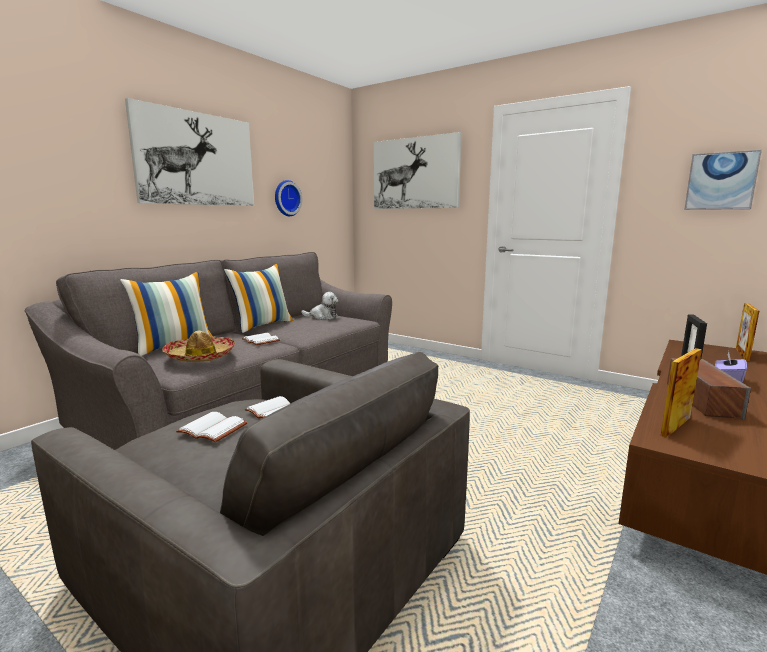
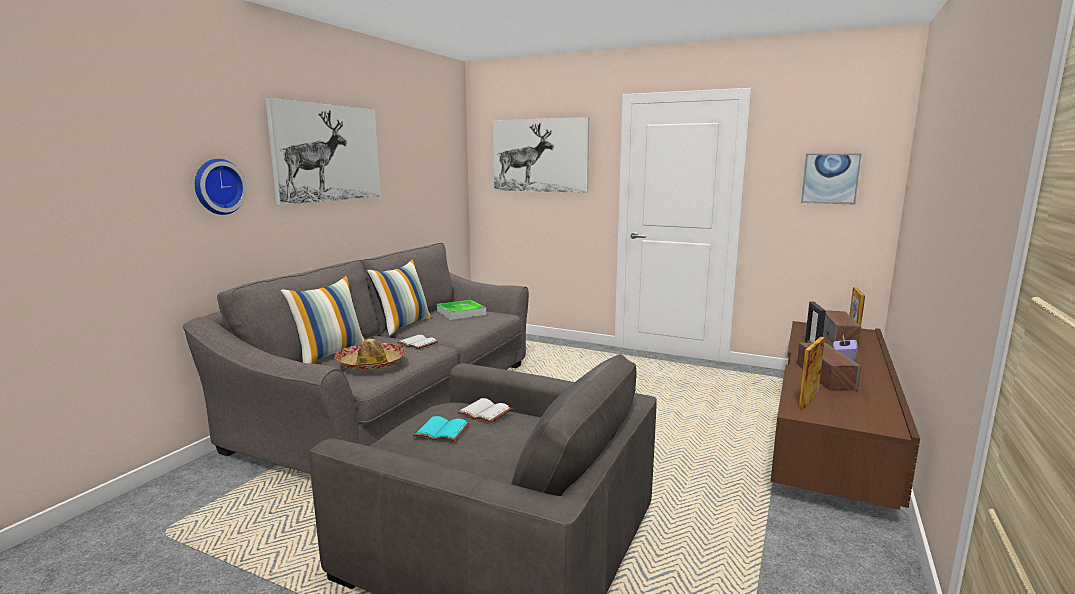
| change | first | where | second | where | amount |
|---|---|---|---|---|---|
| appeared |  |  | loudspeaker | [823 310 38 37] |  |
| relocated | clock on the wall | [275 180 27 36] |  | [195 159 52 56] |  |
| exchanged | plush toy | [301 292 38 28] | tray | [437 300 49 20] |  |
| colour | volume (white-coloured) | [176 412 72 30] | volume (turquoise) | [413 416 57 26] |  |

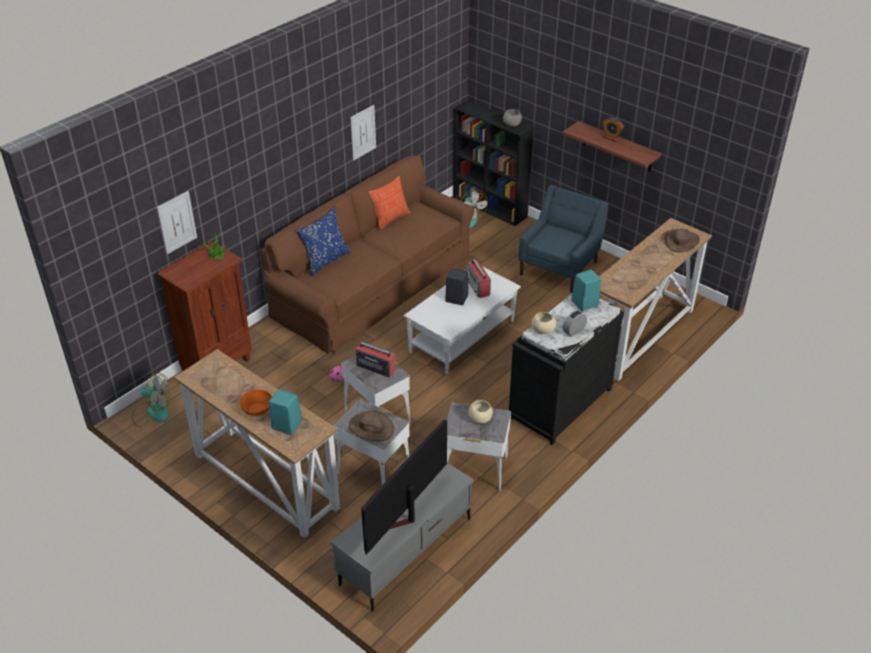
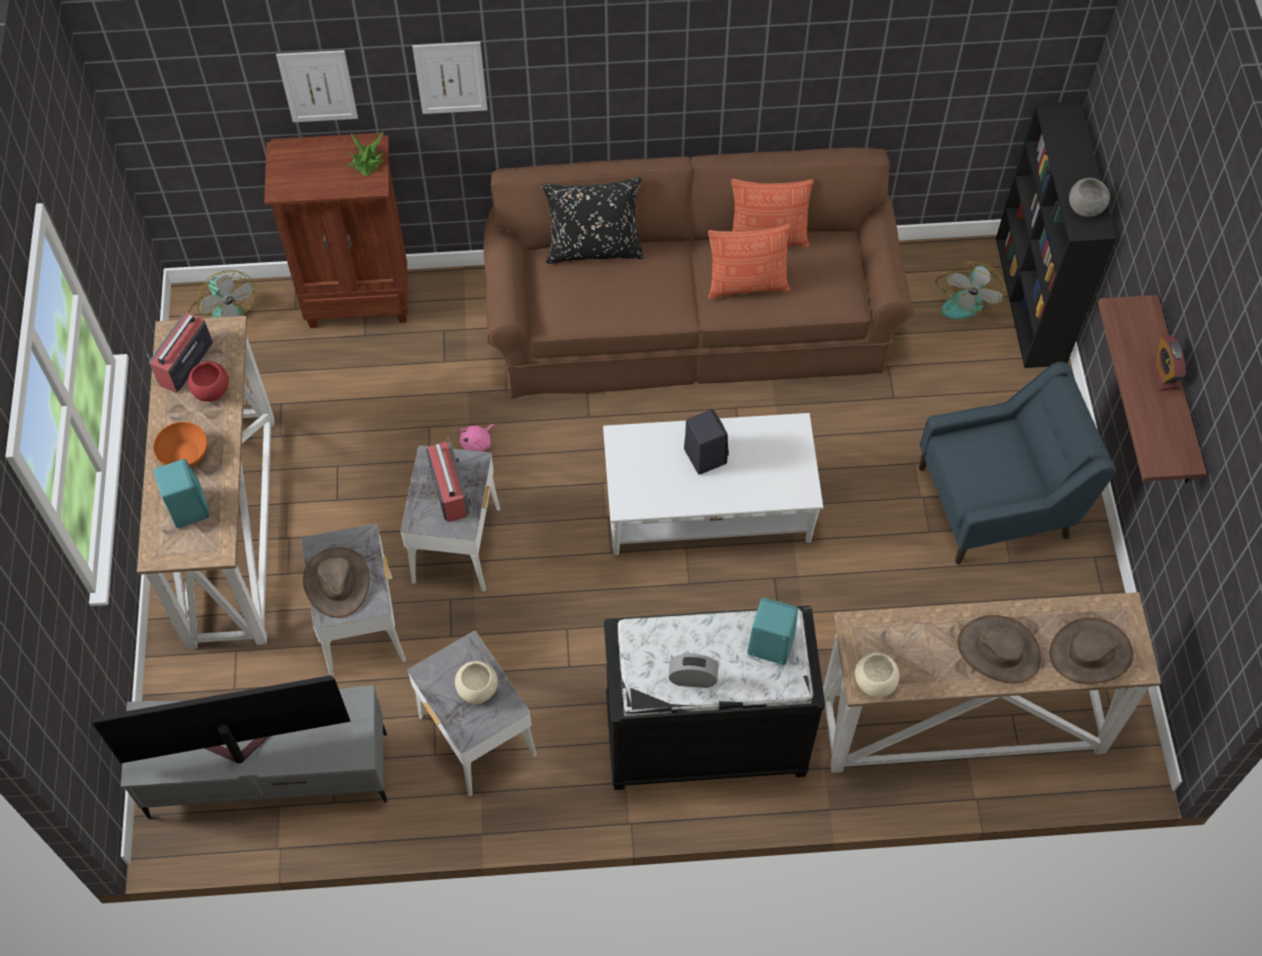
| change | first | where | second | where | amount |
|---|---|---|---|---|---|
| appeared |  |  | serving bowl (red-coloured) | [188 361 41 41] |  |
| appeared |  |  | pillow (orange) | [708 224 83 76] |  |
| appeared |  |  | clothing hat (brown-coloured) | [958 615 83 68] |  |
| relocated | wall art | [350 105 26 56] |  | [412 42 75 72] |  |
| relocated | radio set | [466 259 25 39] |  | [147 313 66 80] |  |
| relocated | serving bowl (sand-coloured) | [532 312 24 22] |  | [855 653 44 45] |  |
| colour | pillow (blue) | [296 206 54 70] | pillow (black) | [542 177 102 87] |  |

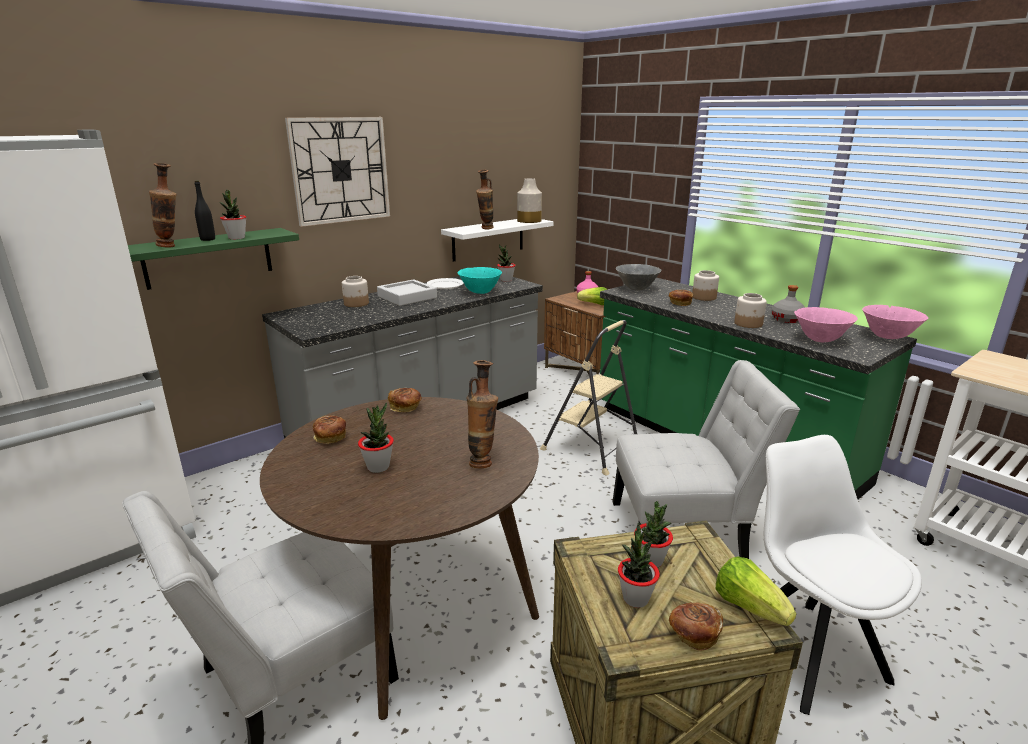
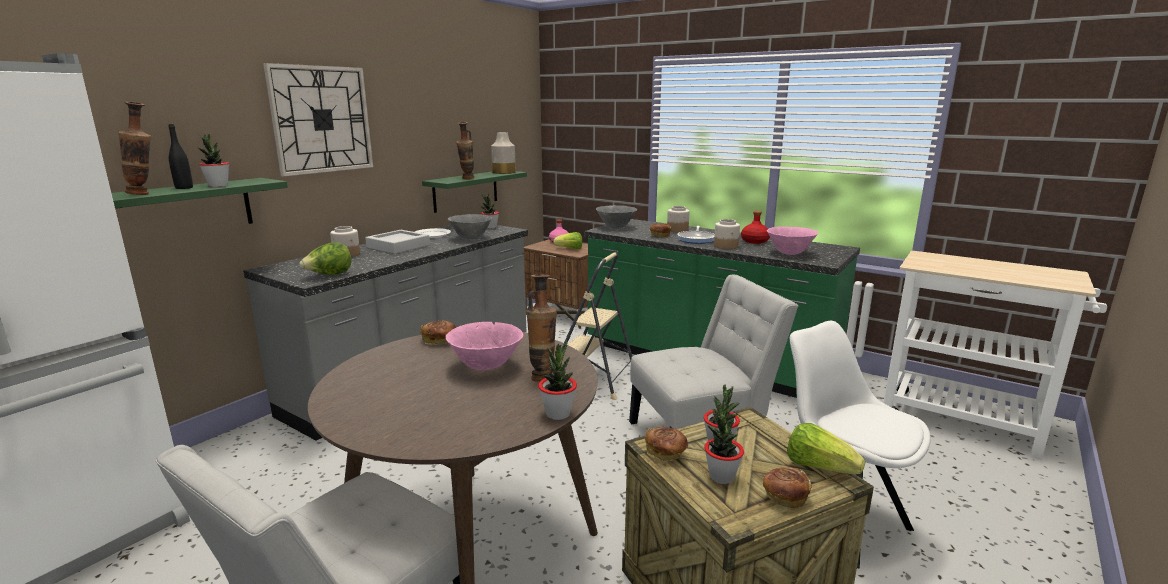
| change | first | where | second | where | amount |
|---|---|---|---|---|---|
| appeared |  |  | lettuce head | [299 242 52 33] |  |
| appeared |  |  | pan | [678 226 37 18] |  |
| relocated | bakery bread | [313 415 33 29] |  | [645 427 43 34] |  |
| relocated | plant in a pot | [358 403 36 70] |  | [538 340 39 80] |  |
| relocated | serving bowl (pinkish) | [862 305 66 34] |  | [445 322 78 48] |  |
| colour | wall shelf (white-coloured) | [441 219 113 42] | wall shelf (greenish) | [422 171 105 42] |  |
| colour | serving bowl (turquoise) | [458 267 44 27] | serving bowl (greyish) | [448 214 44 25] |  |
| colour | drink bottle (greyish) | [771 285 35 38] | drink bottle (red-coloured) | [741 211 29 33] |  |

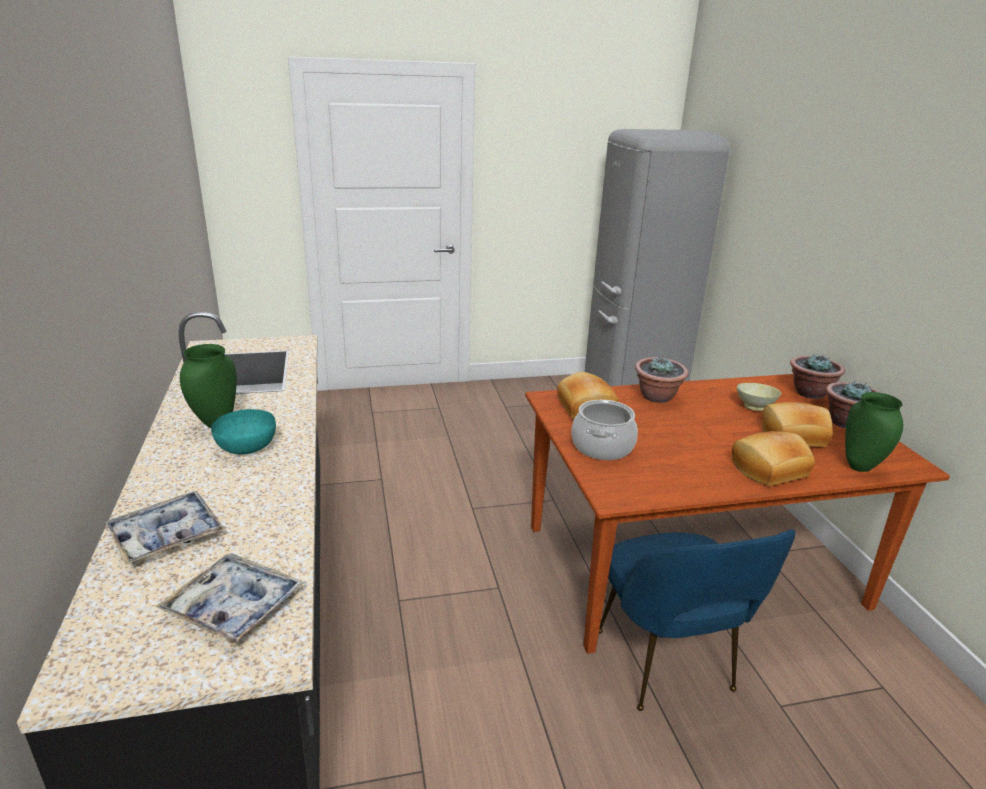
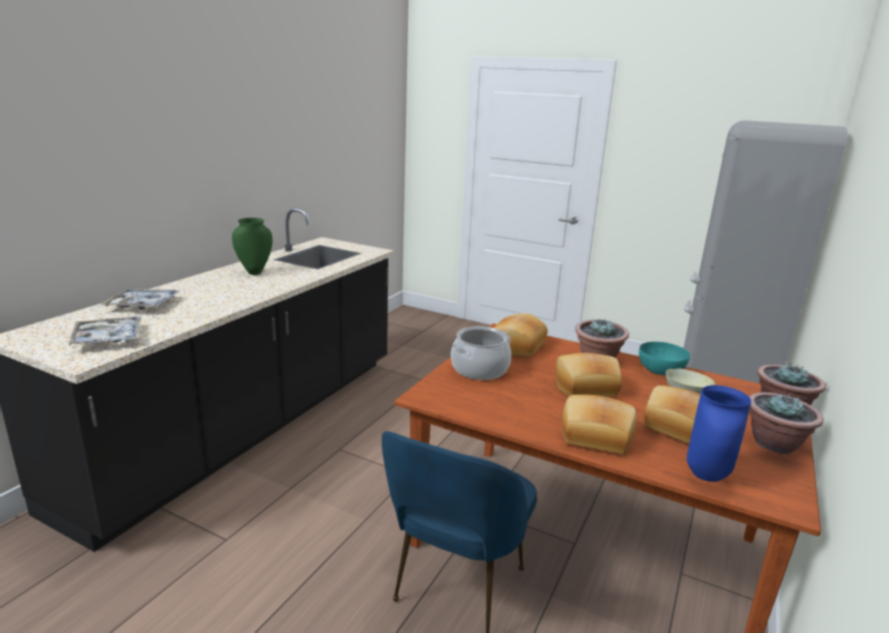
| change | first | where | second | where | amount |
|---|---|---|---|---|---|
| appeared |  |  | bakery bread | [556 352 66 45] |  |
| relocated | serving bowl (turquoise) | [211 409 65 46] |  | [639 342 51 33] |  |
| colour | flower vase (greenish) | [845 392 58 80] | flower vase (blue) | [687 385 64 97] |  |

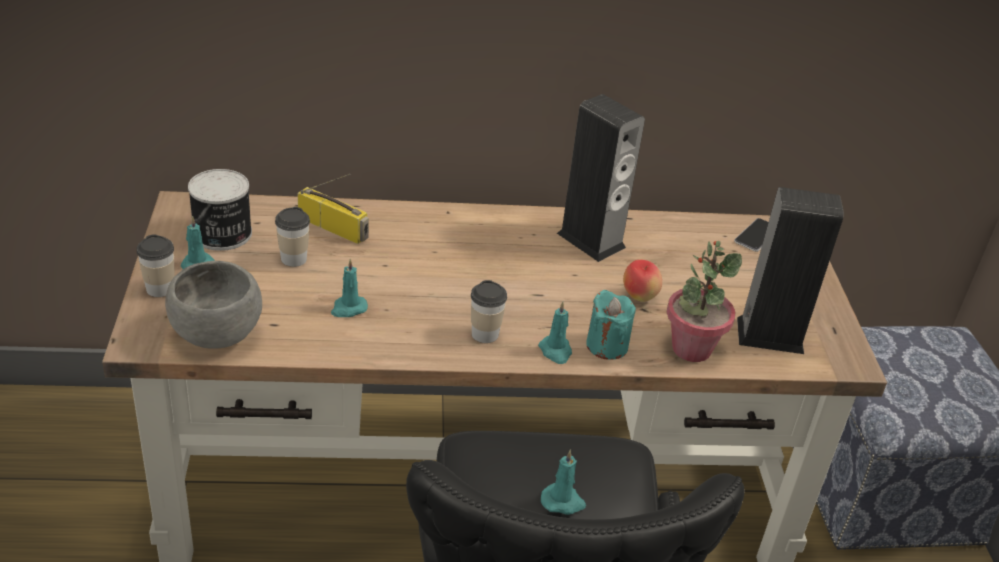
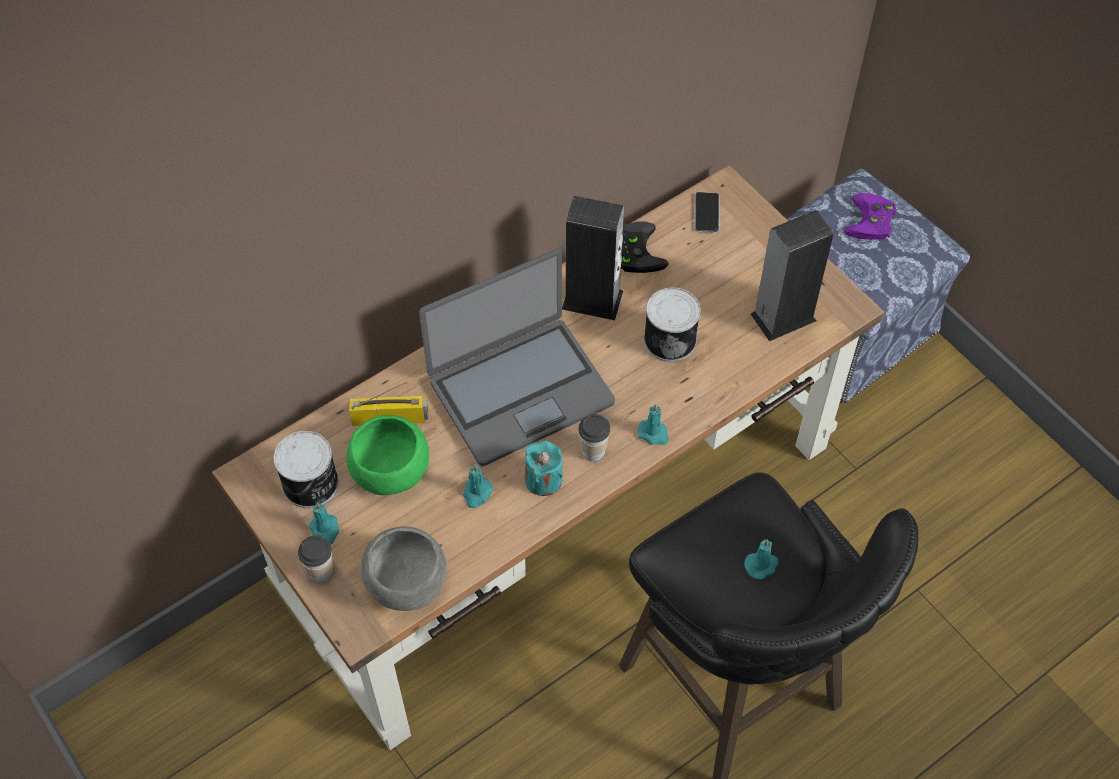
| change | first | where | second | where | amount |
|---|---|---|---|---|---|
| missing | plant in a pot | [667 241 75 121] |  |  |  |
| appeared |  |  | laptop | [419 249 196 217] |  |
| appeared |  |  | game controller (black) | [621 221 48 52] |  |
| appeared |  |  | game controller (purplish) | [844 193 52 47] |  |
| relocated | candle (turquoise) | [586 290 50 70] |  | [525 441 38 55] |  |
| exchanged | drinking cup | [275 207 35 60] | serving bowl (greenish) | [346 415 83 80] |  |
| exchanged | apple | [623 259 39 43] | can | [644 287 57 75] |  |

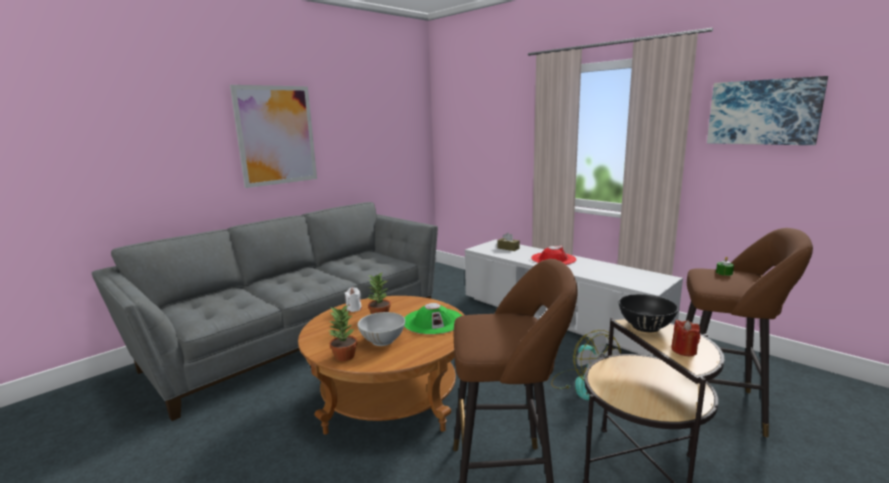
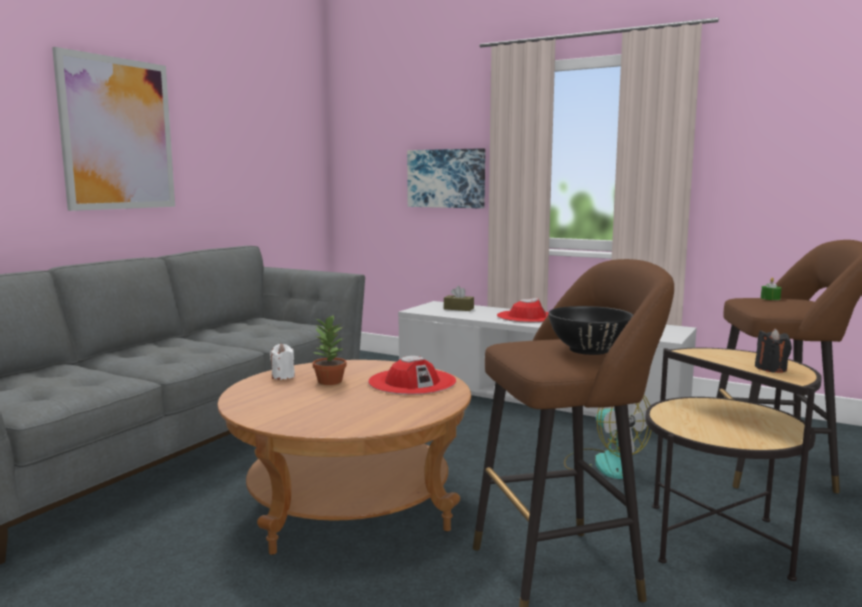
| change | first | where | second | where | amount |
|---|---|---|---|---|---|
| missing | plant in a pot | [330 305 27 56] |  |  |  |
| missing | serving bowl (white-coloured) | [357 312 48 34] |  |  |  |
| relocated | serving bowl (black) | [619 294 59 38] |  | [548 306 85 49] |  |
| relocated | wall art | [707 76 121 69] |  | [407 148 78 60] |  |
| colour | clothing hat (greenish) | [404 303 58 32] | clothing hat (red-coloured) | [368 356 88 39] |  |
| colour | candle (red-coloured) | [672 320 28 36] | candle (black) | [755 329 37 44] |  |

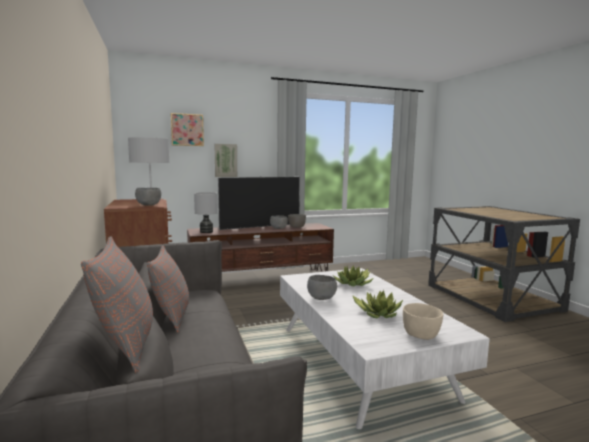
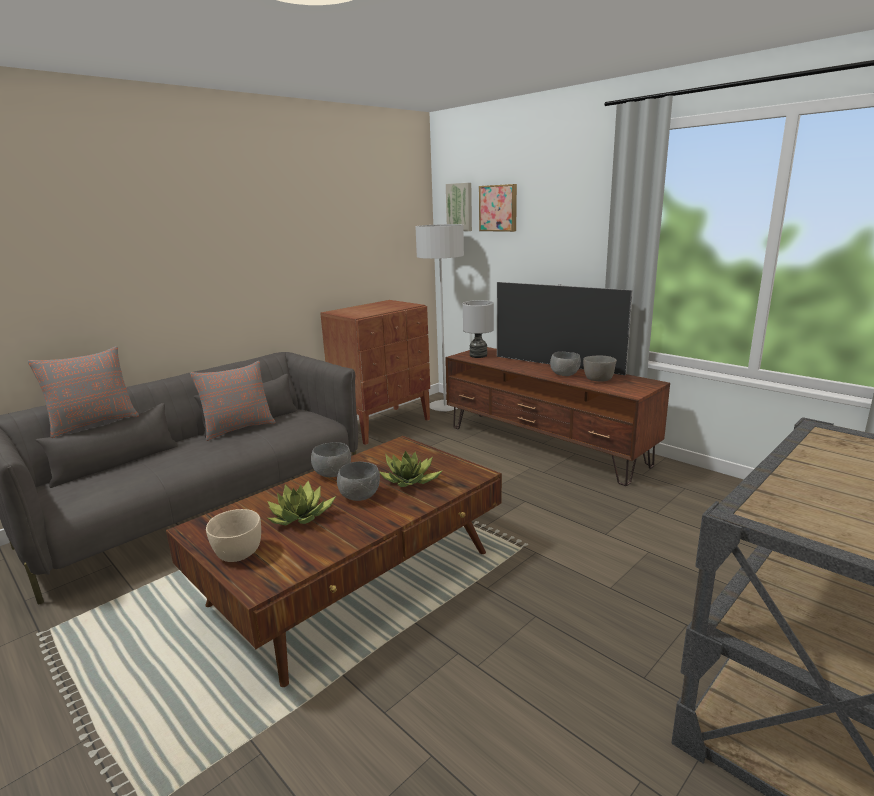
| change | first | where | second | where | amount |
|---|---|---|---|---|---|
| relocated | serving bowl (greyish) | [135 188 26 18] |  | [337 462 43 39] |  |
| relocated | wall art | [214 144 23 33] |  | [446 183 26 48] |  |
| colour | lounge table (white-coloured) | [280 268 210 161] | lounge table (brown-coloured) | [166 436 336 251] |  |

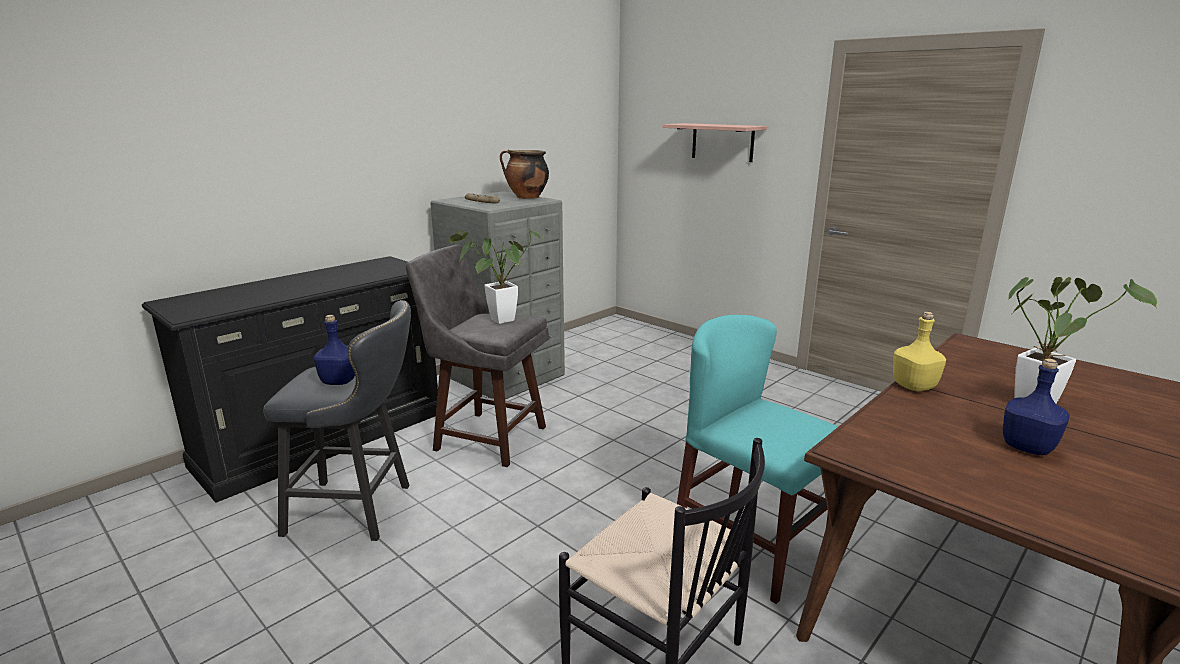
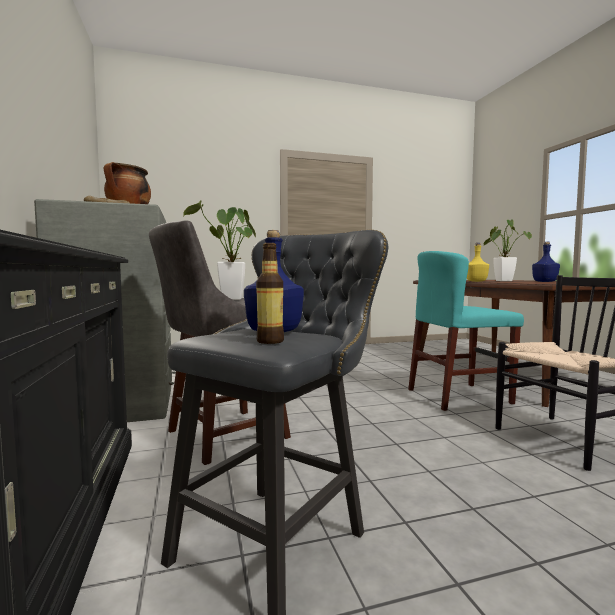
| change | first | where | second | where | amount |
|---|---|---|---|---|---|
| missing | wall shelf | [662 123 105 39] |  |  |  |
| appeared |  |  | drink bottle | [256 243 28 101] |  |

